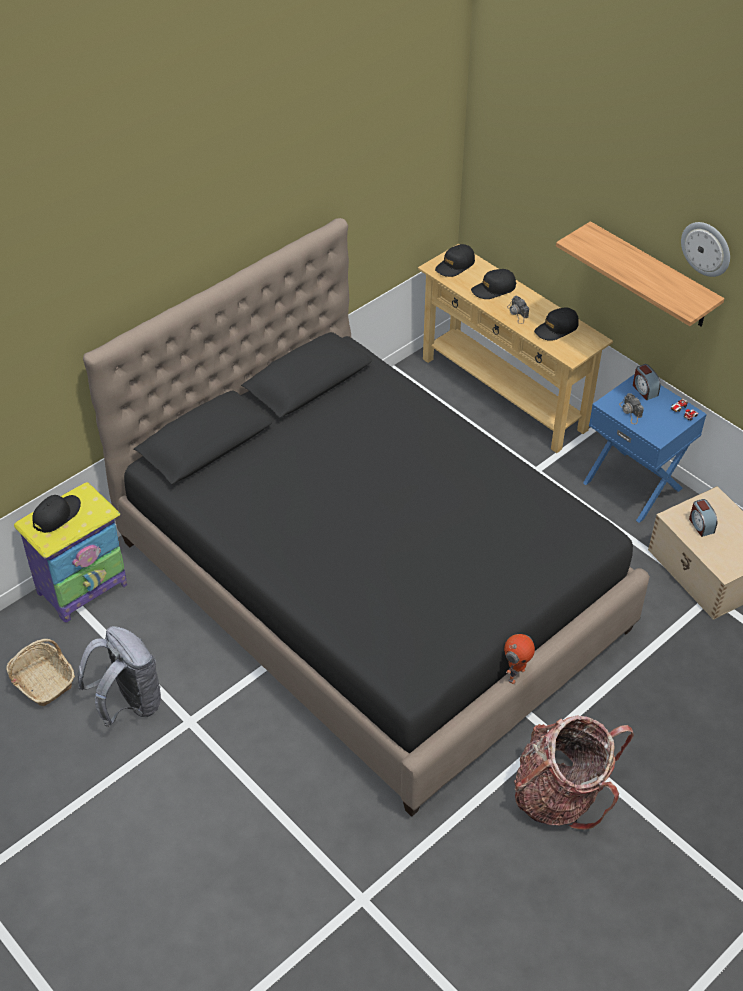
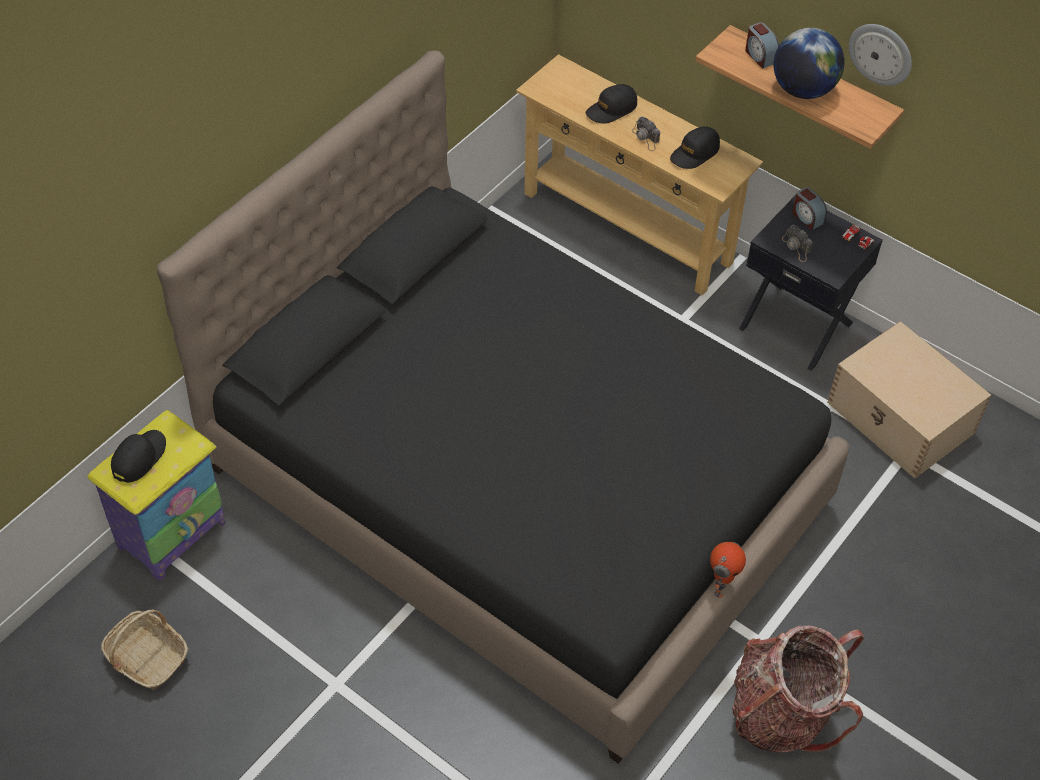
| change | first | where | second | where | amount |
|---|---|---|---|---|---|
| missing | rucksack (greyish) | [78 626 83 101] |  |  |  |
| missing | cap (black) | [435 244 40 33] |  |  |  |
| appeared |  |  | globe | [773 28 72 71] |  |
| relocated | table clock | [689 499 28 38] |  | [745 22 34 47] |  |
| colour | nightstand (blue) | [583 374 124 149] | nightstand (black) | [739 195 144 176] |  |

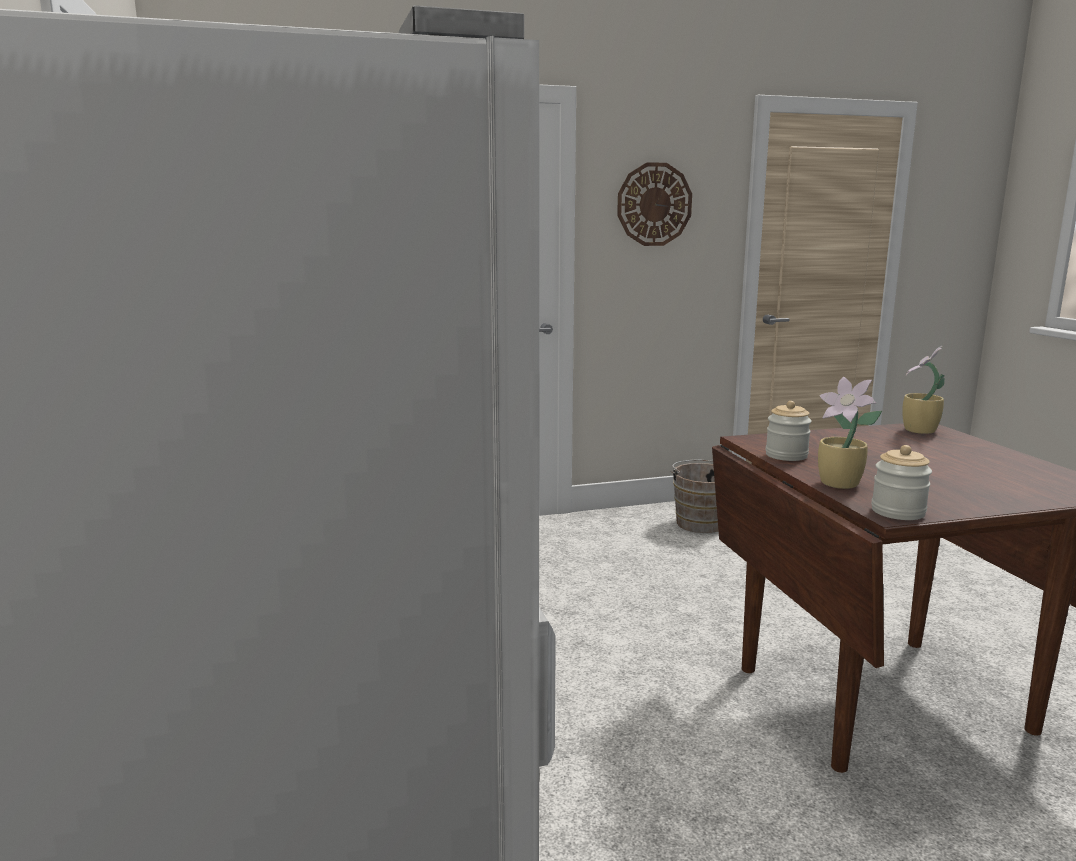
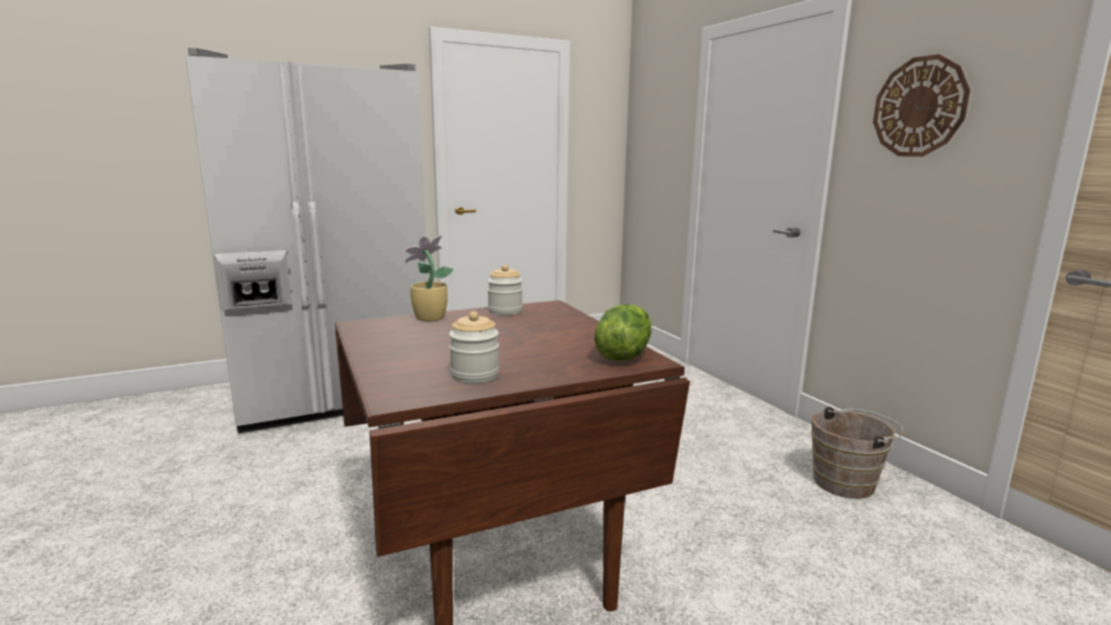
| change | first | where | second | where | amount |
|---|---|---|---|---|---|
| relocated | jar | [871 445 61 75] |  | [449 311 50 72] |  |
| exchanged | plant in a pot | [902 346 43 88] | lettuce head | [594 304 57 57] |  |

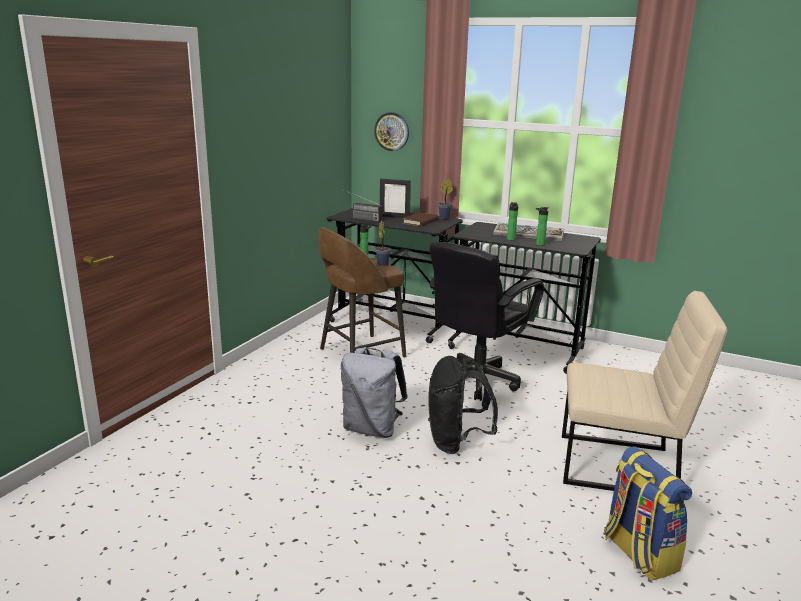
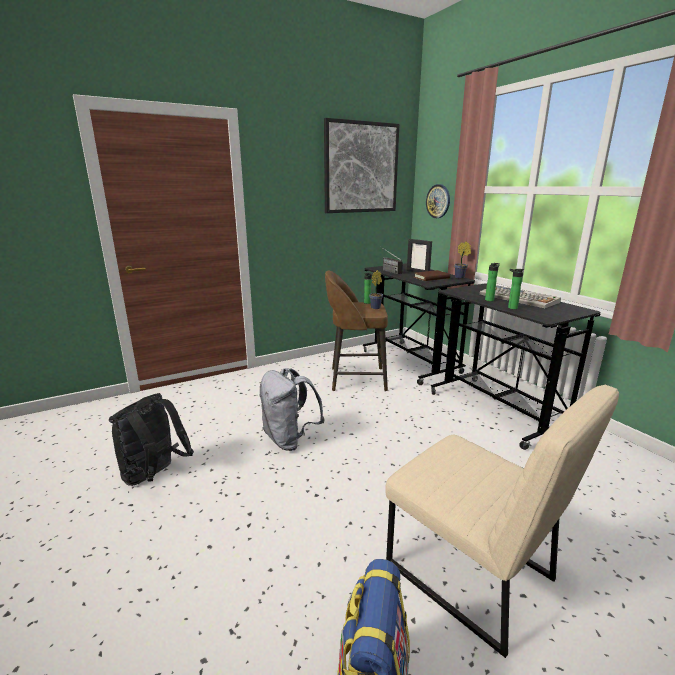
| change | first | where | second | where | amount |
|---|---|---|---|---|---|
| missing | computer chair (black) | [430 242 114 159] |  |  |  |
| appeared |  |  | wall art | [324 118 76 95] |  |
| relocated | rucksack (black) | [428 356 70 98] |  | [109 393 85 93] |  |

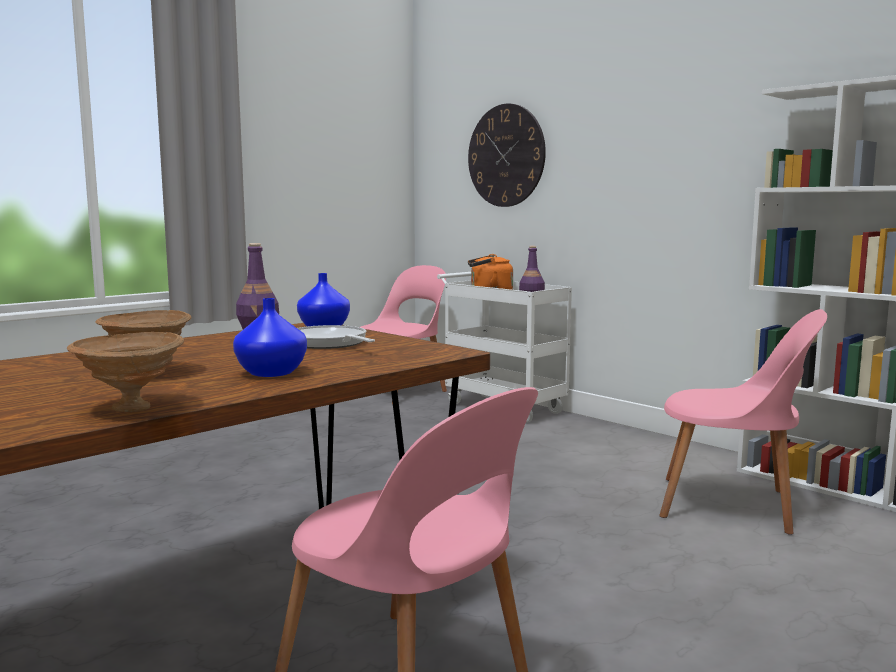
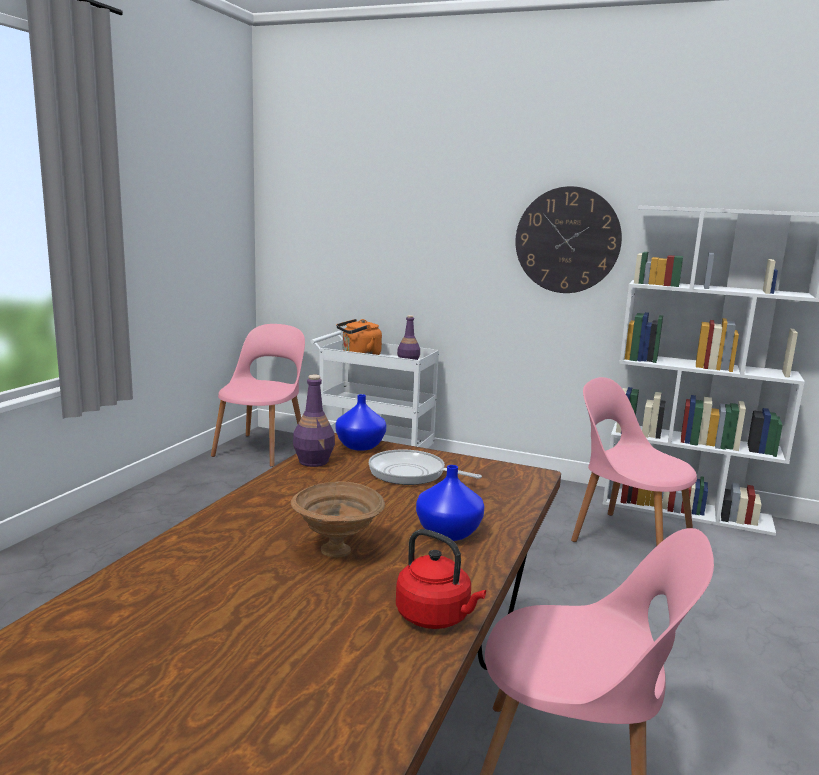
| change | first | where | second | where | amount |
|---|---|---|---|---|---|
| relocated | clock on the wall | [468 104 78 103] |  | [515 186 107 107] |  |
| exchanged | serving bowl (brown-coloured) | [67 332 117 80] | water kettle (red-coloured) | [396 529 90 100] |  |
| spun | upright chair (pinkish) | [659 309 168 226] |  | [571 377 126 169] | 135 degrees counterclockwise |

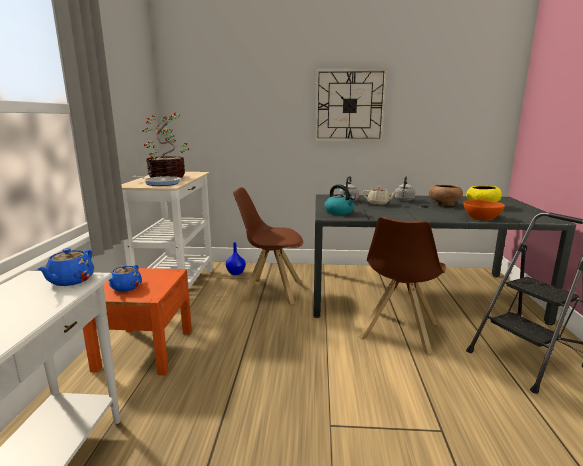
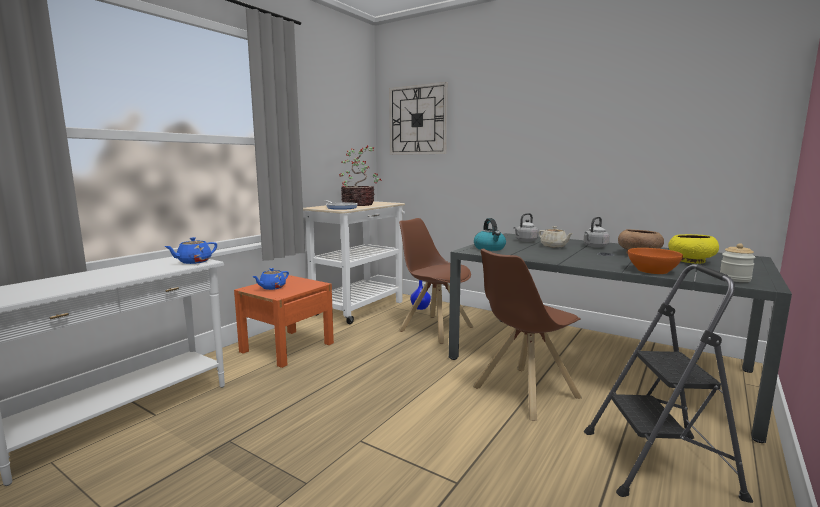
| change | first | where | second | where | amount |
|---|---|---|---|---|---|
| appeared |  |  | jar | [720 243 35 39] |  |
| relocated | clock on the wall | [315 68 72 73] |  | [389 82 59 73] |  |

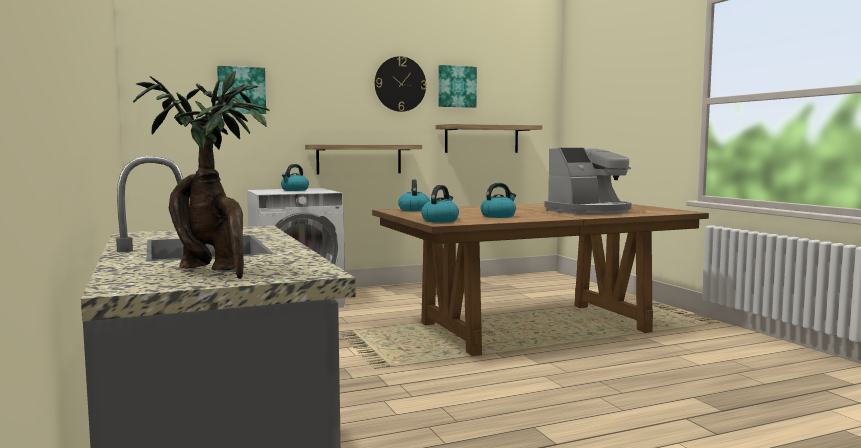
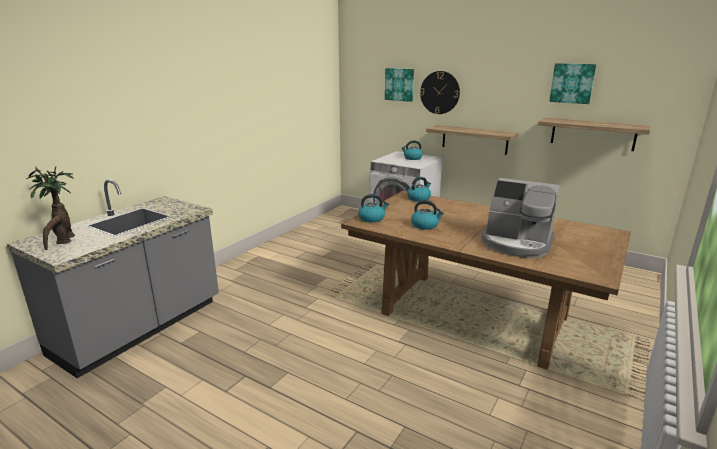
| change | first | where | second | where | amount |
|---|---|---|---|---|---|
| relocated | clock on the wall | [375 56 52 56] |  | [420 71 40 43] |  |

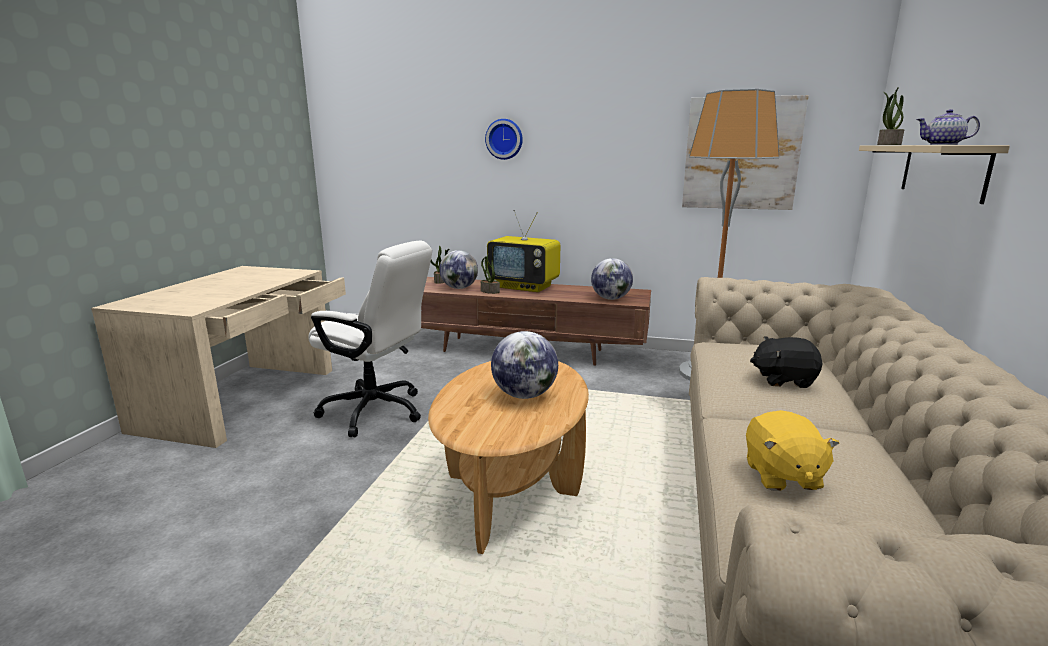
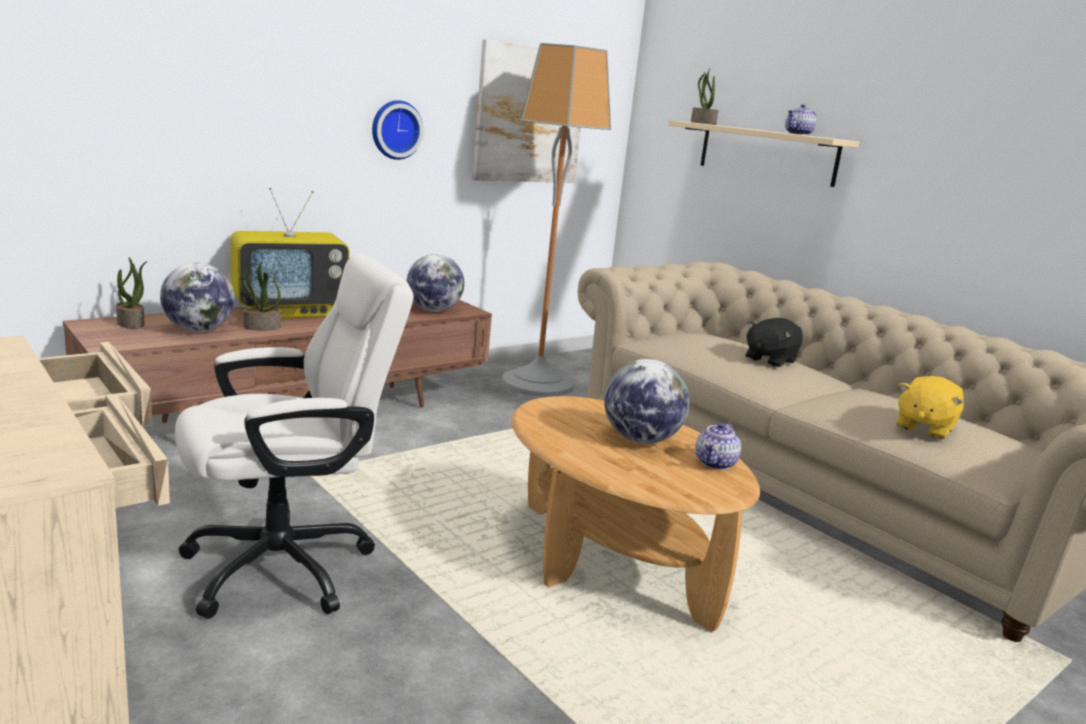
| change | first | where | second | where | amount |
|---|---|---|---|---|---|
| appeared |  |  | tea pot | [695 422 46 48] |  |
| relocated | clock on the wall | [485 119 38 41] |  | [372 100 52 60] |  |
| spun | plush toy (yellow) | [746 410 94 81] |  | [897 376 67 63] | 90 degrees clockwise |

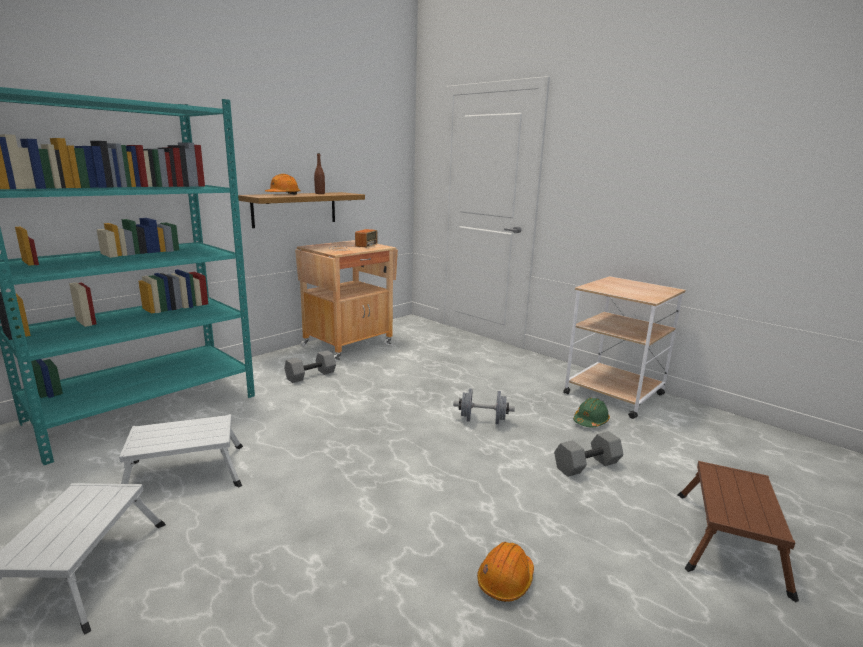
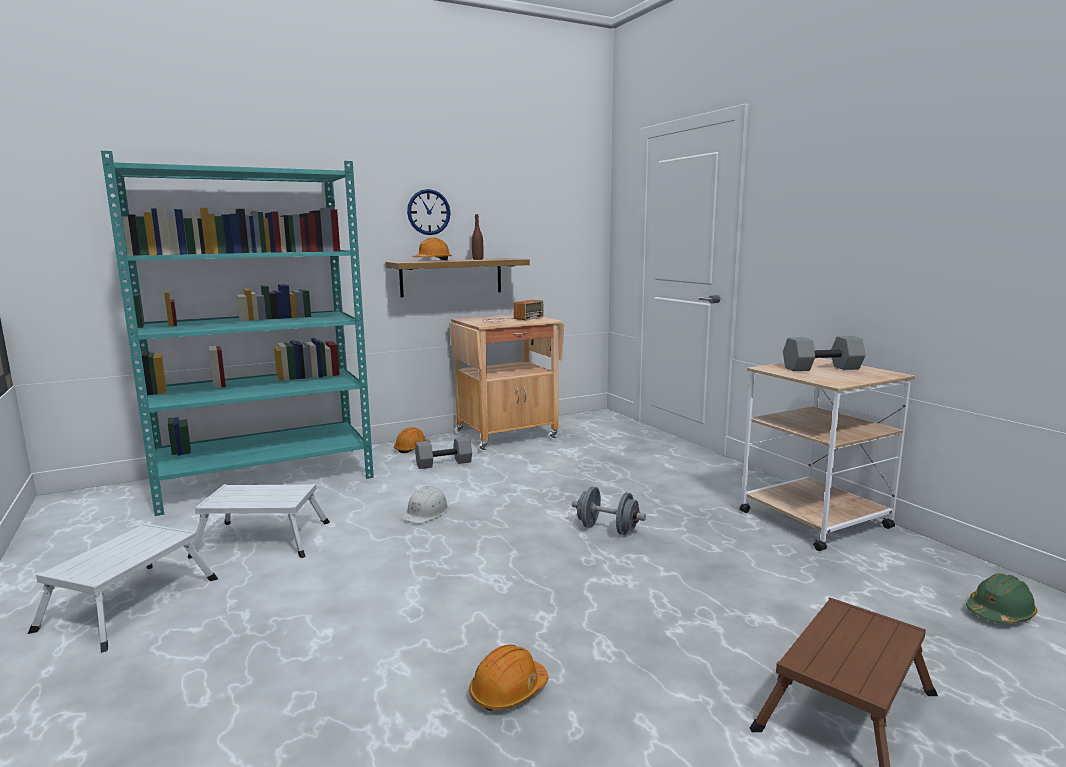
| change | first | where | second | where | amount |
|---|---|---|---|---|---|
| appeared |  |  | work helmet (orange) | [394 427 37 26] |  |
| appeared |  |  | work helmet (white-coloured) | [401 486 48 38] |  |
| appeared |  |  | clock on the wall | [407 189 44 46] |  |
| relocated | free weight (greyish) | [554 431 69 46] |  | [783 336 82 35] |  |
| relocated | work helmet (greenish) | [573 398 37 29] |  | [966 573 72 51] |  |

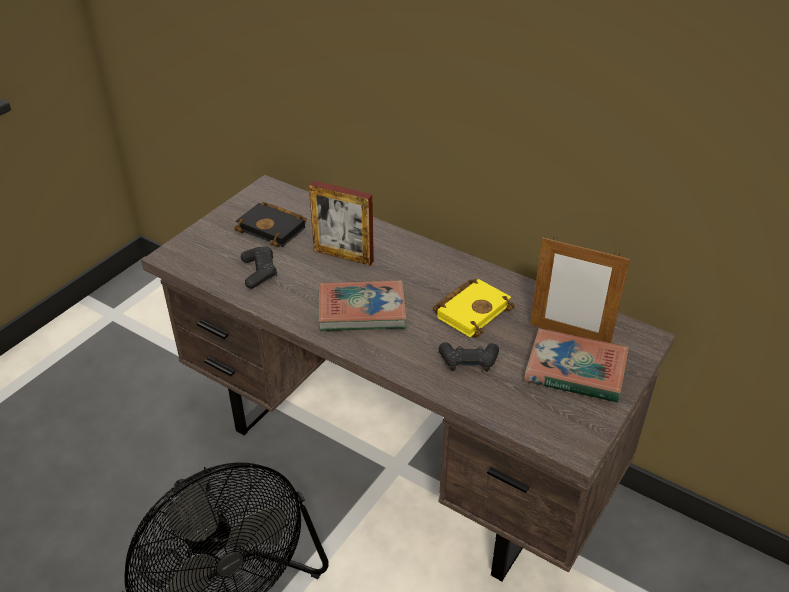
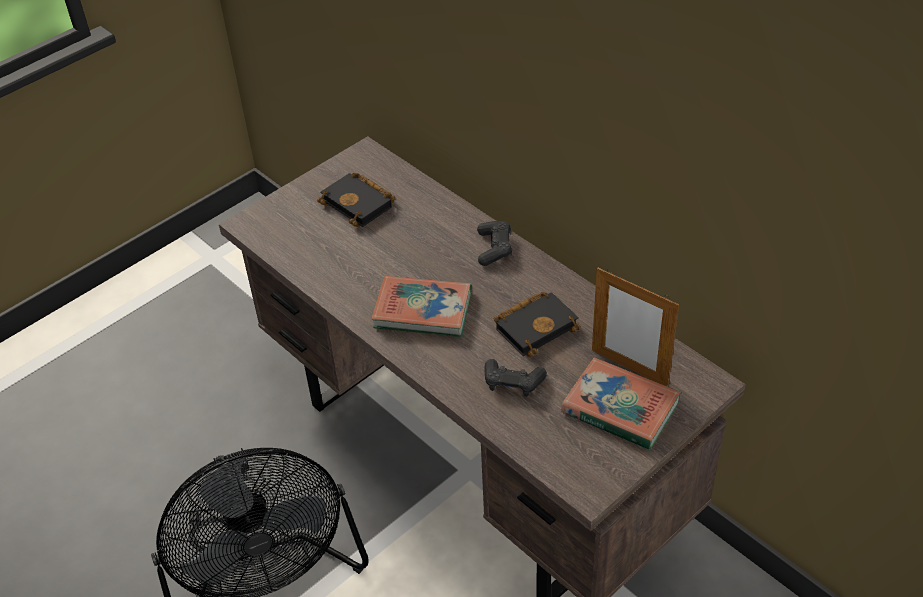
| change | first | where | second | where | amount |
|---|---|---|---|---|---|
| missing | photo frame | [309 180 65 86] |  |  |  |
| relocated | game controller (black) | [241 247 36 42] |  | [477 221 35 45] |  |
| colour | volume (yellow) | [433 279 82 58] | volume (black) | [494 292 87 65] |  |

